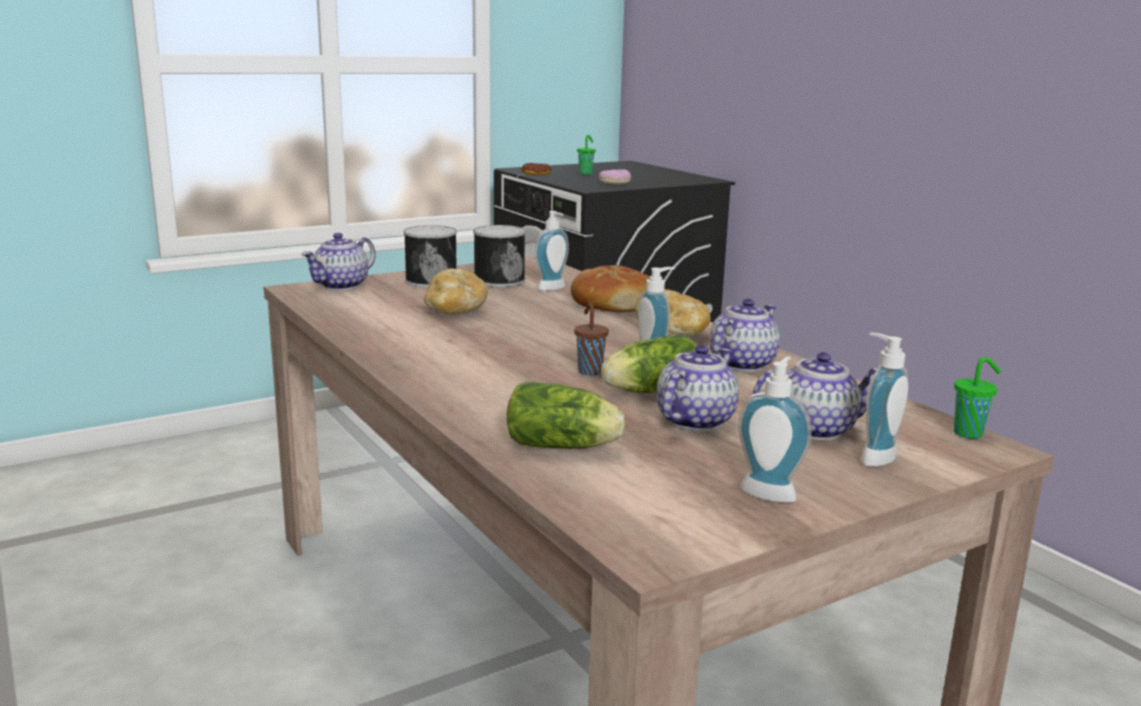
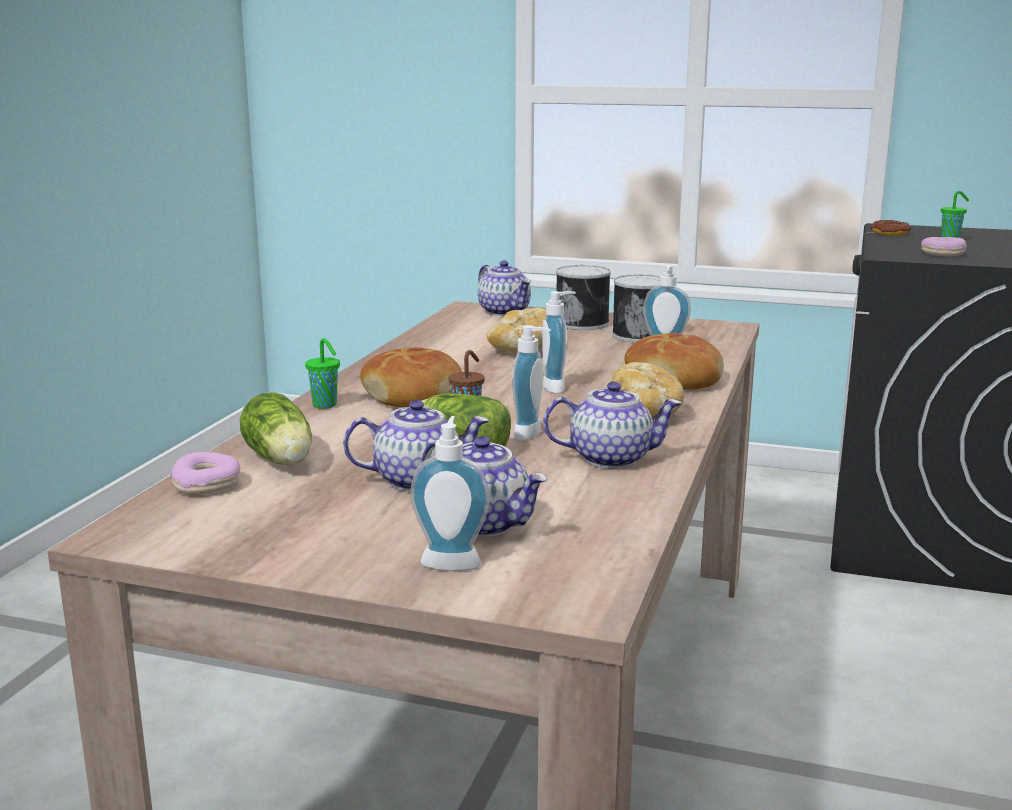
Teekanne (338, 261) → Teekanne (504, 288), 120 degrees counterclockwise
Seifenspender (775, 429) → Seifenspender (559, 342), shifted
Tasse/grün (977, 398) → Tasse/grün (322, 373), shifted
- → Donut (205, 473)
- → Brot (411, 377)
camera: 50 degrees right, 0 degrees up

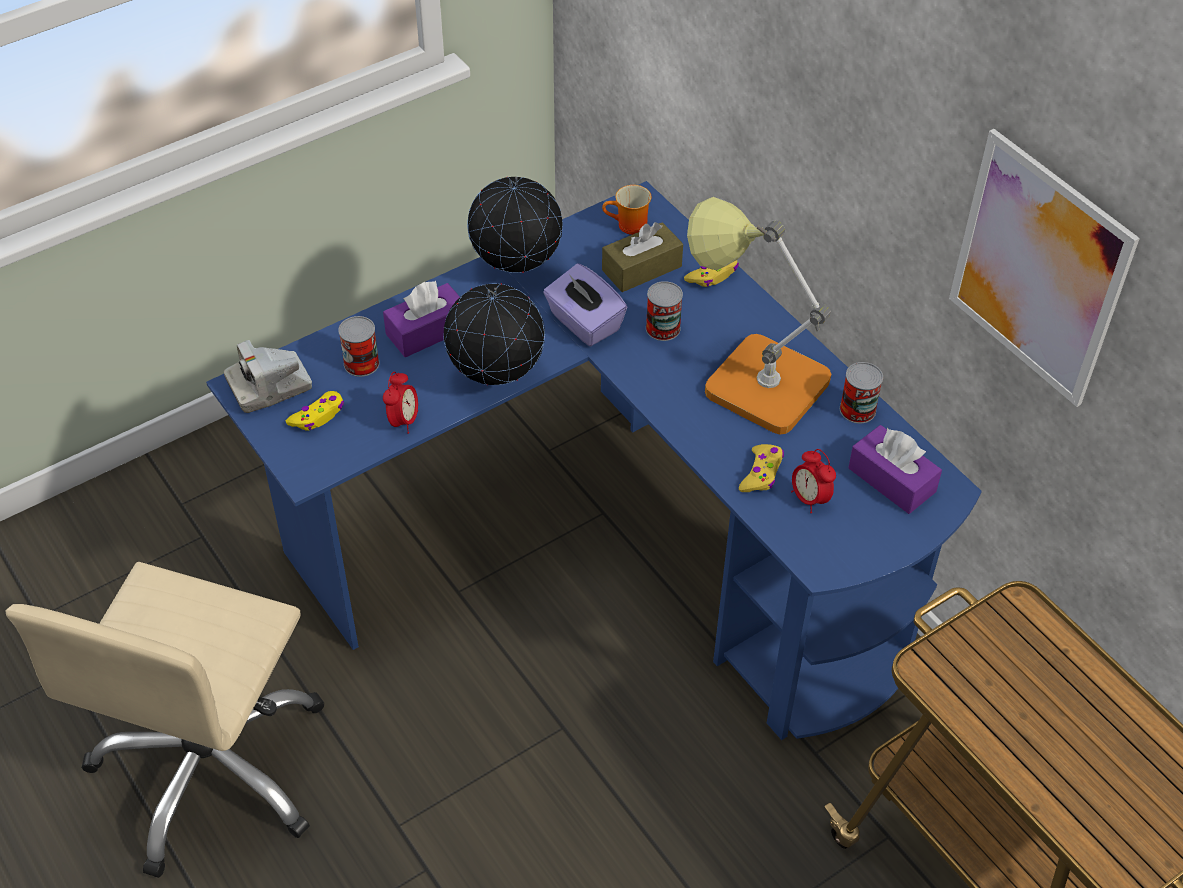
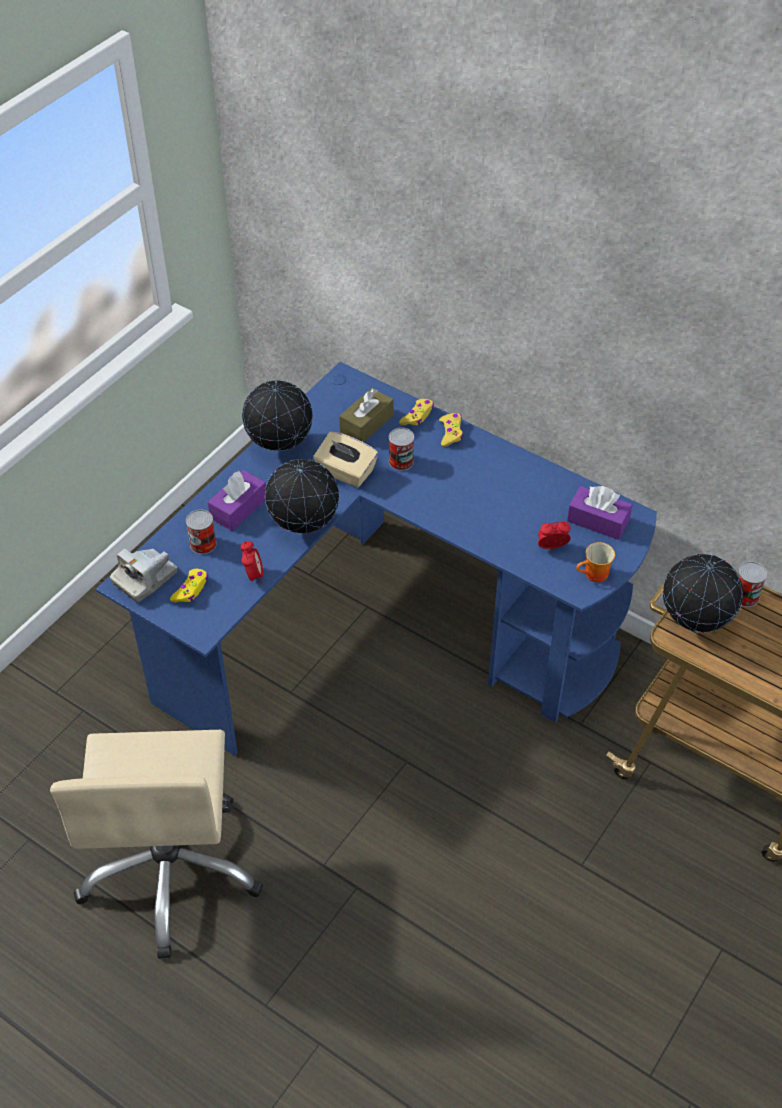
Taschentuchbox/lila (585, 305) → Taschentuchbox/beige (345, 460)
Henkelbecher (626, 210) → Henkelbecher (595, 562), shifted
Tischlampe (759, 315) → -
Gamepad/gelb (761, 468) → Gamepad/gelb (451, 430), shifted
Wecker (813, 481) → Wecker (554, 535), 135 degrees clockwise
Dose (861, 393) → Dose (752, 584), shifted
Bild (1044, 268) → -
- → Globus (703, 593)
camera: 20 degrees left, 0 degrees up

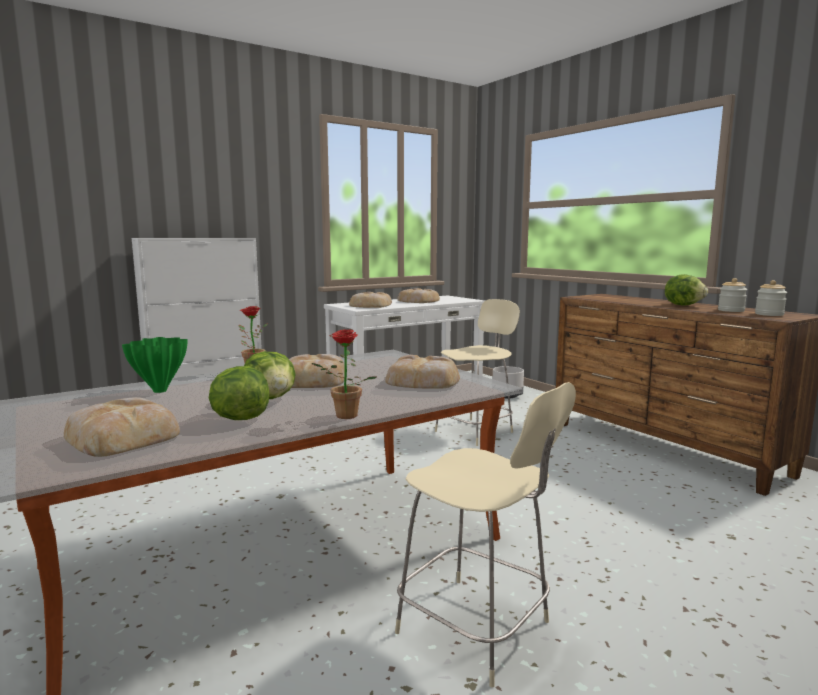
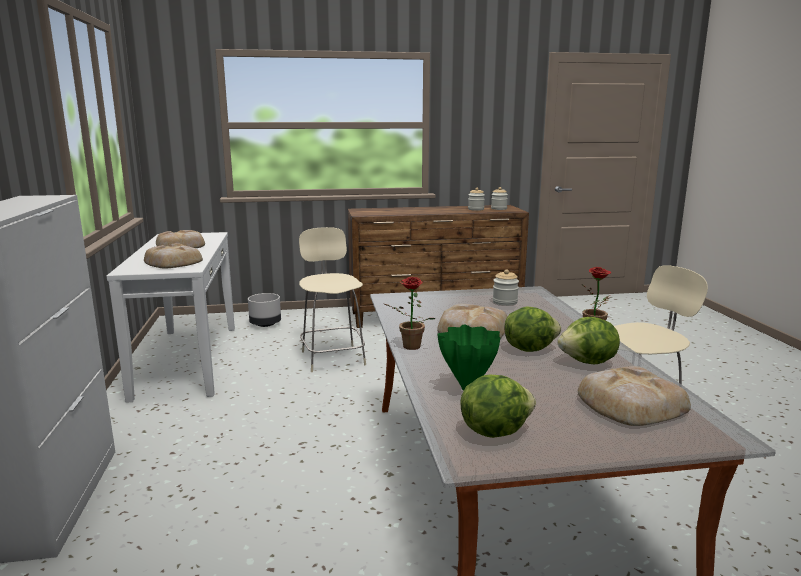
Brot (422, 372) → Vorratsglas (506, 287)
Salatkopf (686, 289) → Salatkopf (498, 406), shifted
camera: 65 degrees left, 5 degrees up

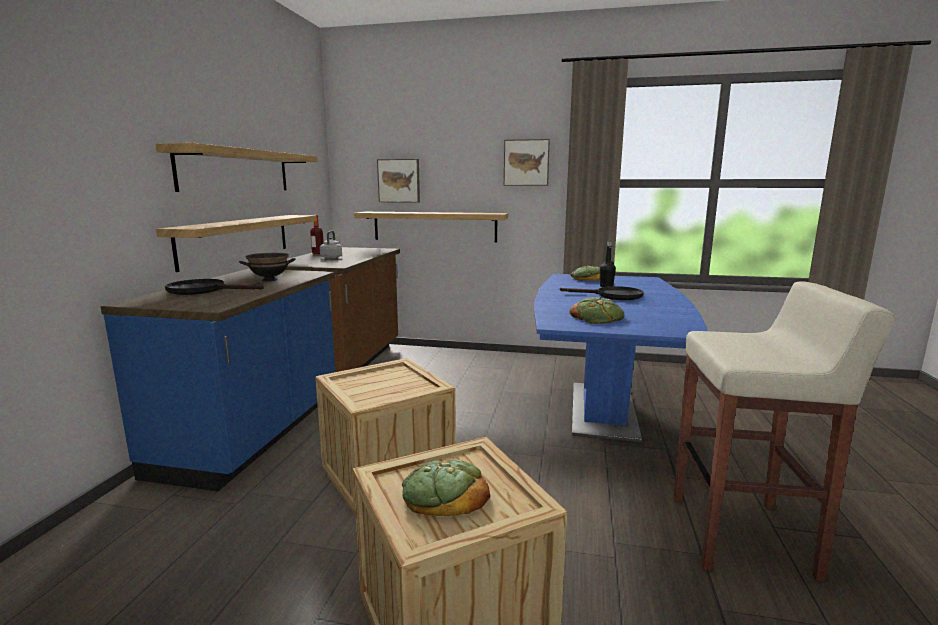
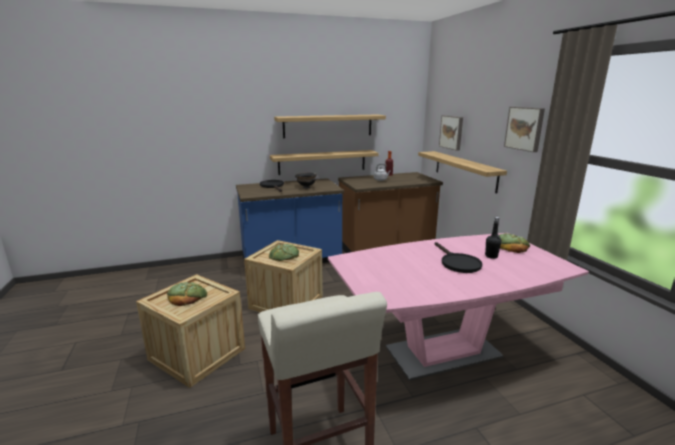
Esstisch/blau (621, 358) → Esstisch/rosa (458, 307)
Brot (596, 310) → Brot (284, 252), shifted
camera: 60 degrees right, 5 degrees up

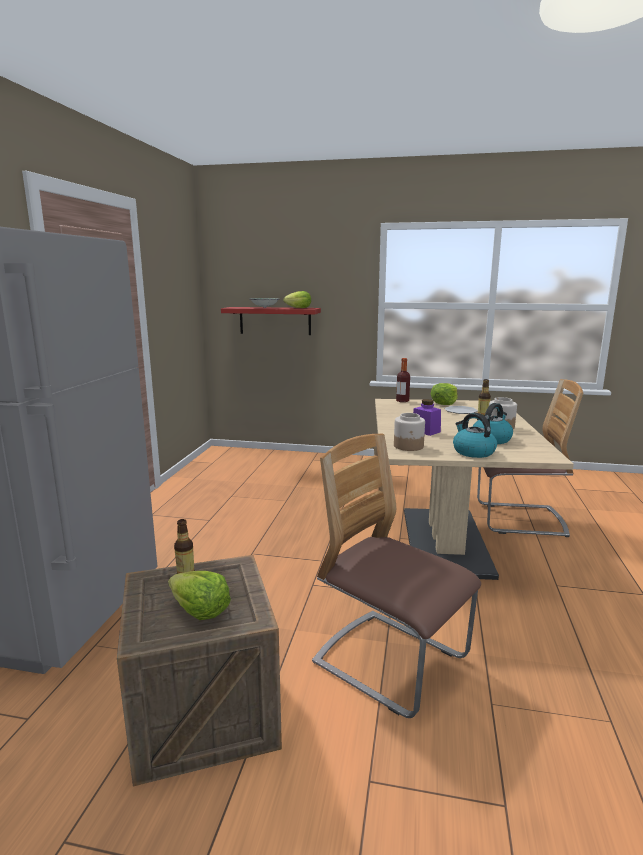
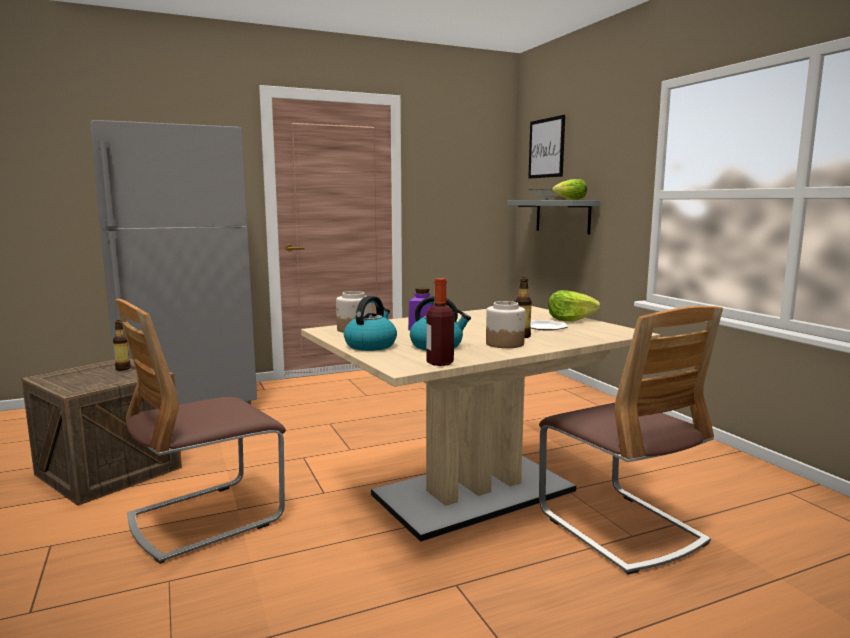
Salatkopf (199, 595) → -
Wandregal/rot (271, 321) → Wandregal/grau (553, 217)
Stuhl (396, 576) → Stuhl (200, 431), 135 degrees counterclockwise
Flasche (403, 380) → Flasche (440, 322), shifted
- → Bild (546, 147)
camera: 55 degrees right, 5 degrees down

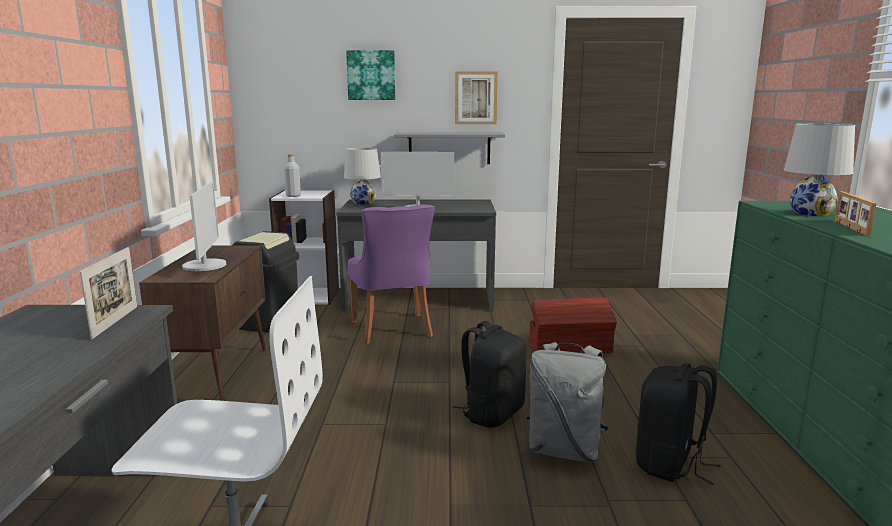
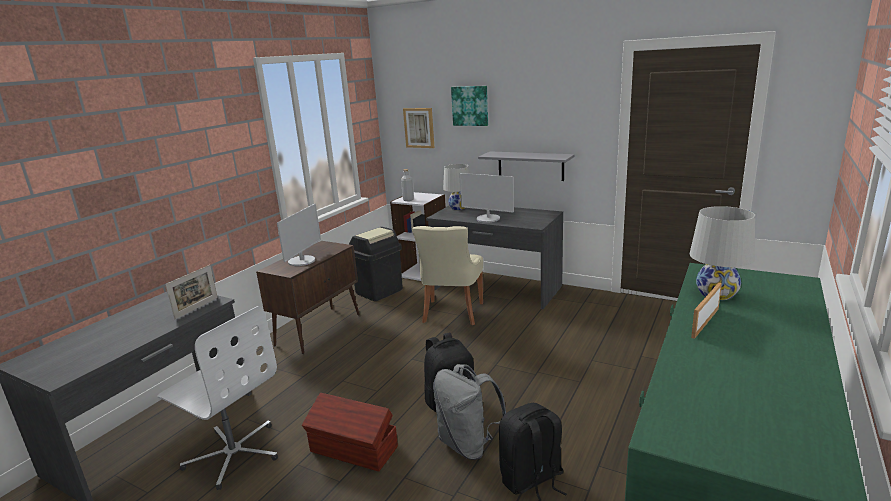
Stuhl/lila (391, 274) → Stuhl/beige (447, 275)
Bild (476, 97) → Bild (419, 128), shifted
Aufbewahrungsbox/braun (573, 325) → Aufbewahrungsbox/braun (350, 432), shifted
camera: 30 degrees right, 5 degrees up

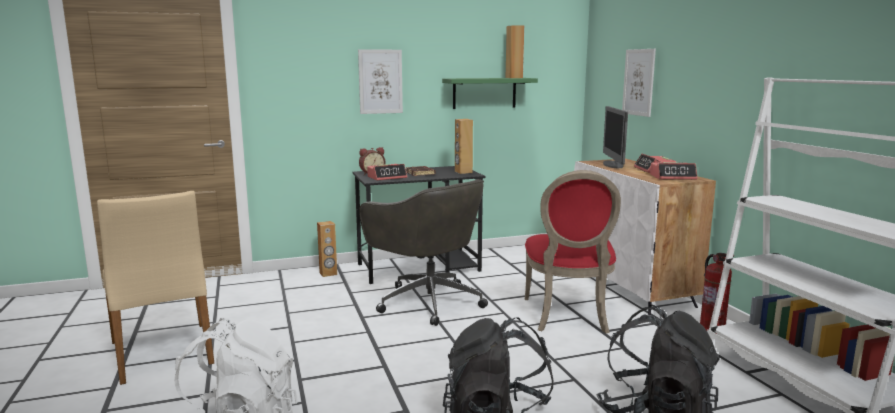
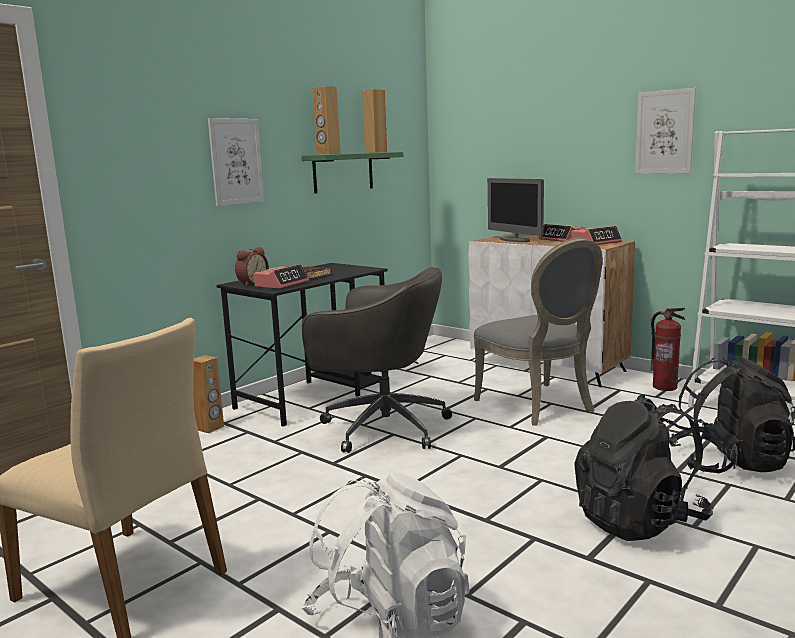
Lautsprecher/braun (464, 146) → Lautsprecher/braun (326, 120), shifted
Stuhl/rot (573, 252) → Stuhl/grau (538, 331)
Bild (639, 83) → Bild (665, 131), shifted
camera: 30 degrees left, 0 degrees up

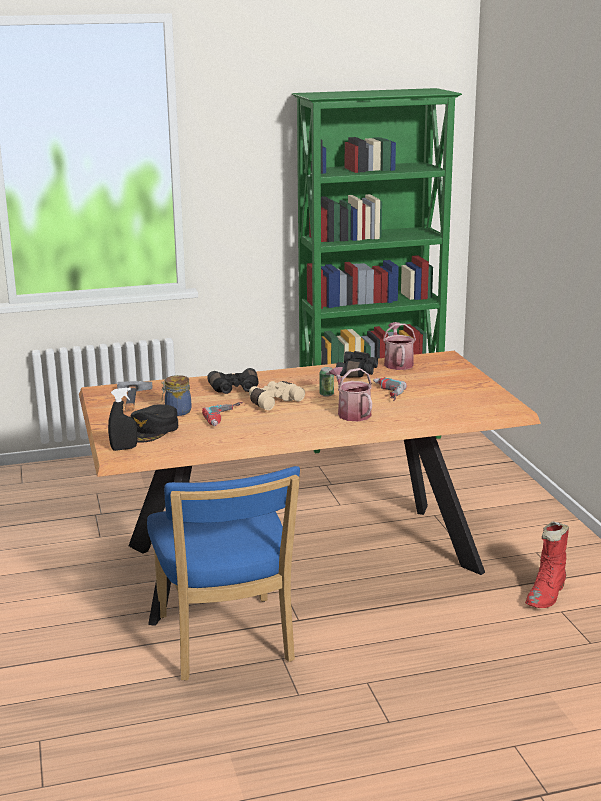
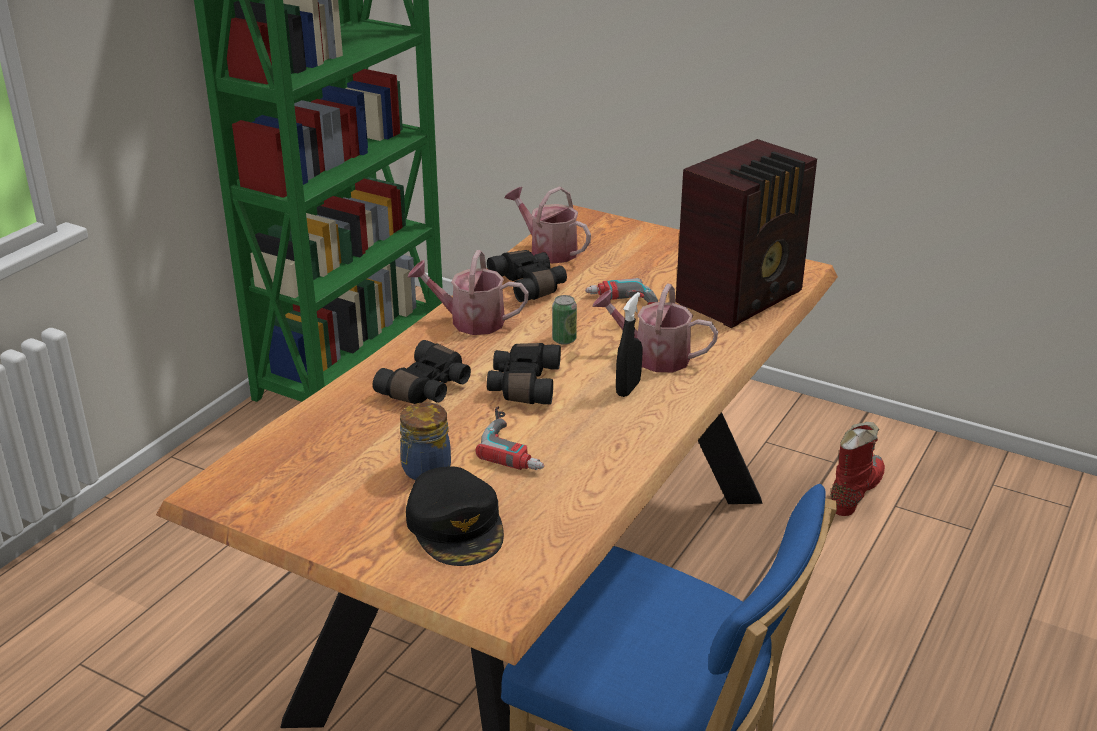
Sprühflasche/schwarz (122, 419) → Sprühflasche/schwarz (629, 344), shifted
Hammer (135, 396) → -
Fernglas/beige (277, 395) → Fernglas/schwarz (524, 373)
Stiefel/rot (547, 564) → Stiefel/rot (857, 469), 135 degrees counterclockwise
- → Gießkanne (468, 292)
- → Radio (746, 233)
camera: 45 degrees left, 10 degrees up

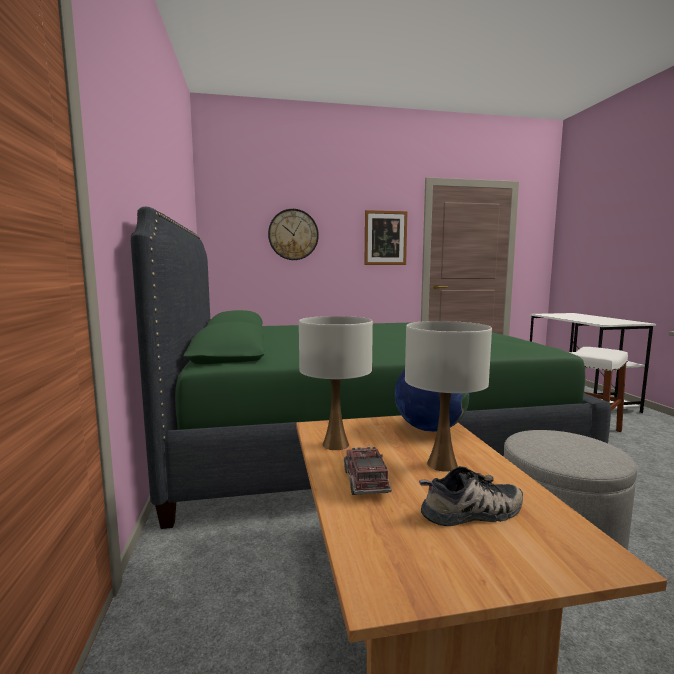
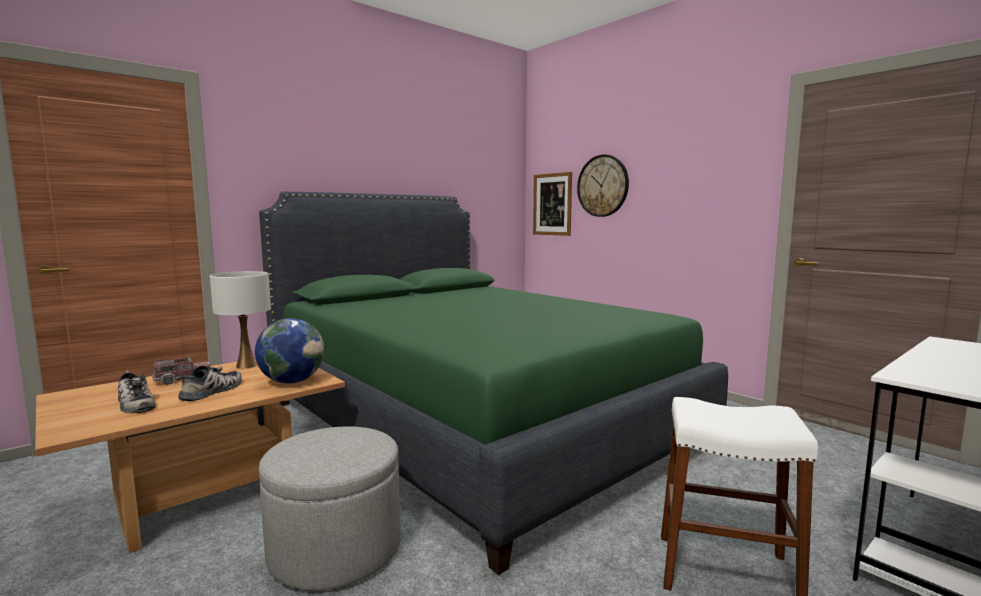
Bild (386, 237) → Bild (552, 204), shifted
Tischlampe/weiß (448, 396) → Schuh (208, 384)
camera: 60 degrees right, 0 degrees up

